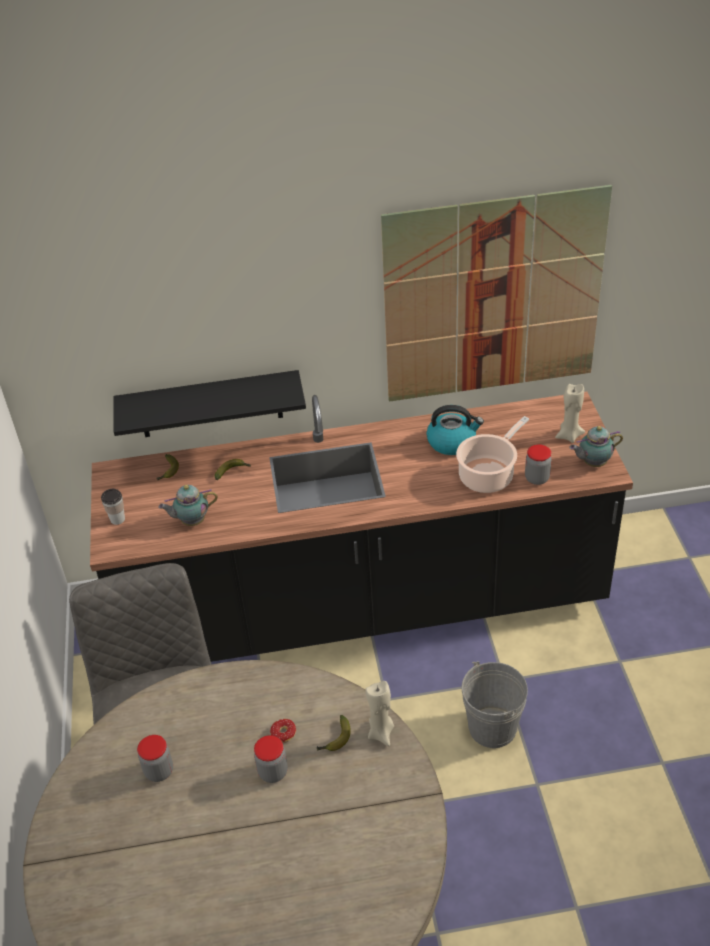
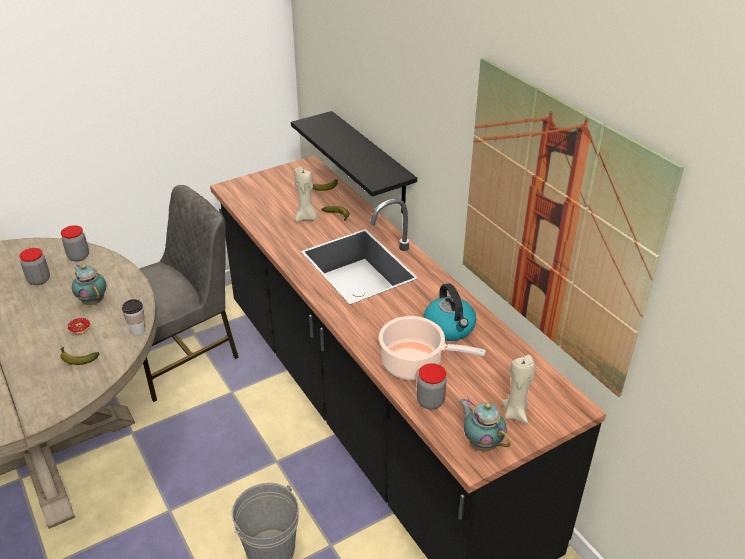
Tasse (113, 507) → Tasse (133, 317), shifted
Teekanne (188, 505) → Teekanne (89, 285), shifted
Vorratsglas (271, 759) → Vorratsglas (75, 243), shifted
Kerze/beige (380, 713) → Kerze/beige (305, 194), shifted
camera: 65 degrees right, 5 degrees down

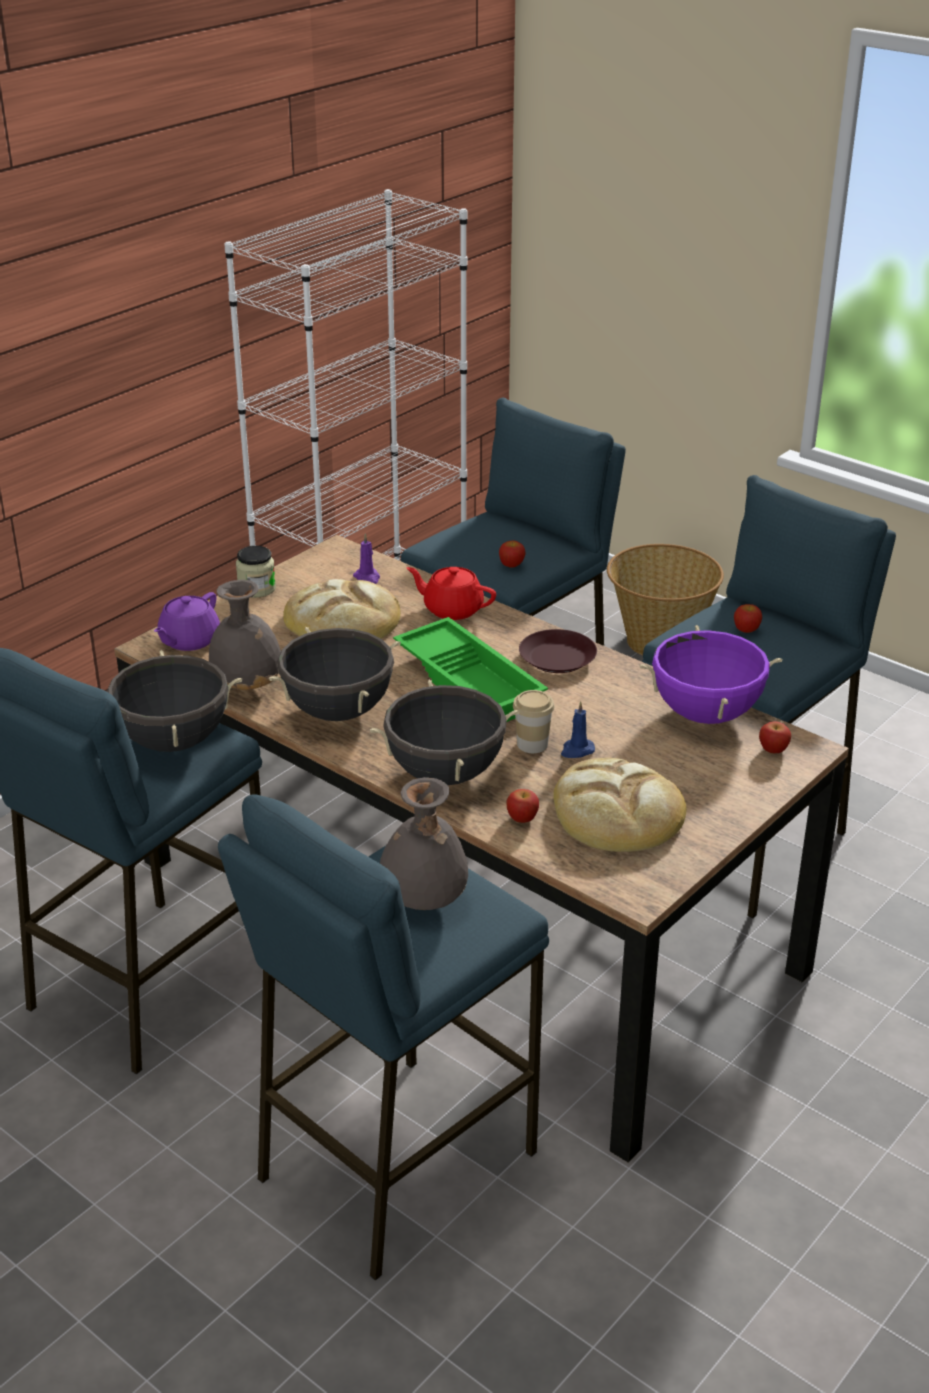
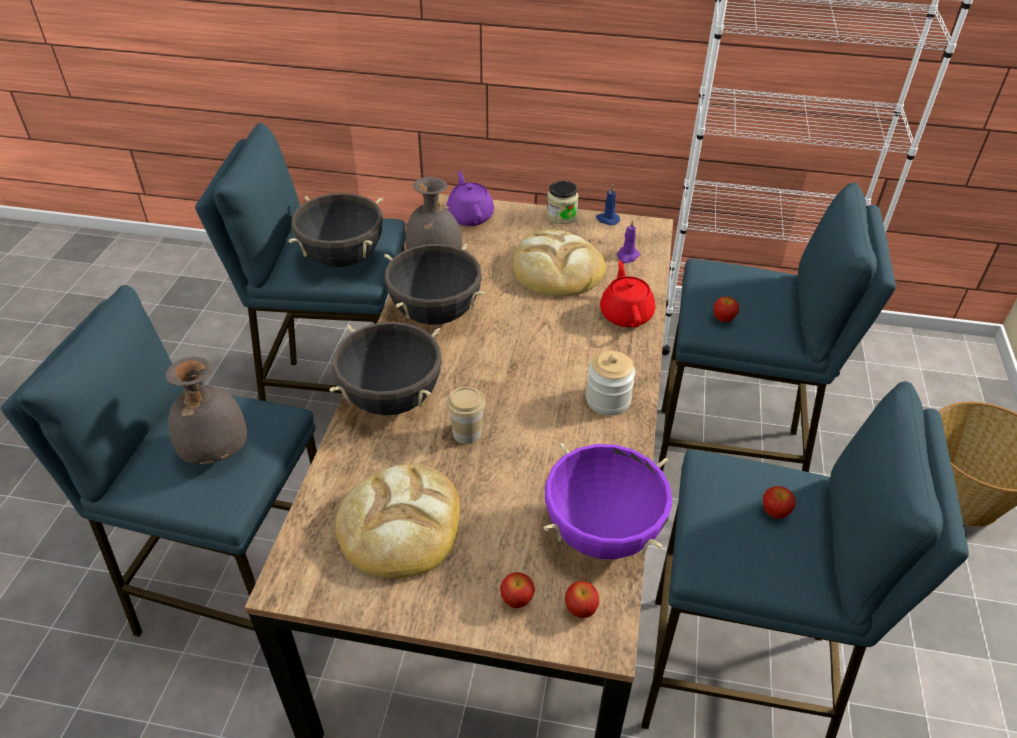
Teekanne/lila (187, 621) → Teekanne/lila (470, 198), 75 degrees clockwise
Tablett/grün (470, 669) → -
Apfel (522, 806) → Apfel (517, 590), shifted
Teller/braun (558, 651) → Vorratsglas (610, 383)
Kerze/blau (578, 729) → Kerze/blau (608, 205), shifted
camera: 60 degrees right, 10 degrees up

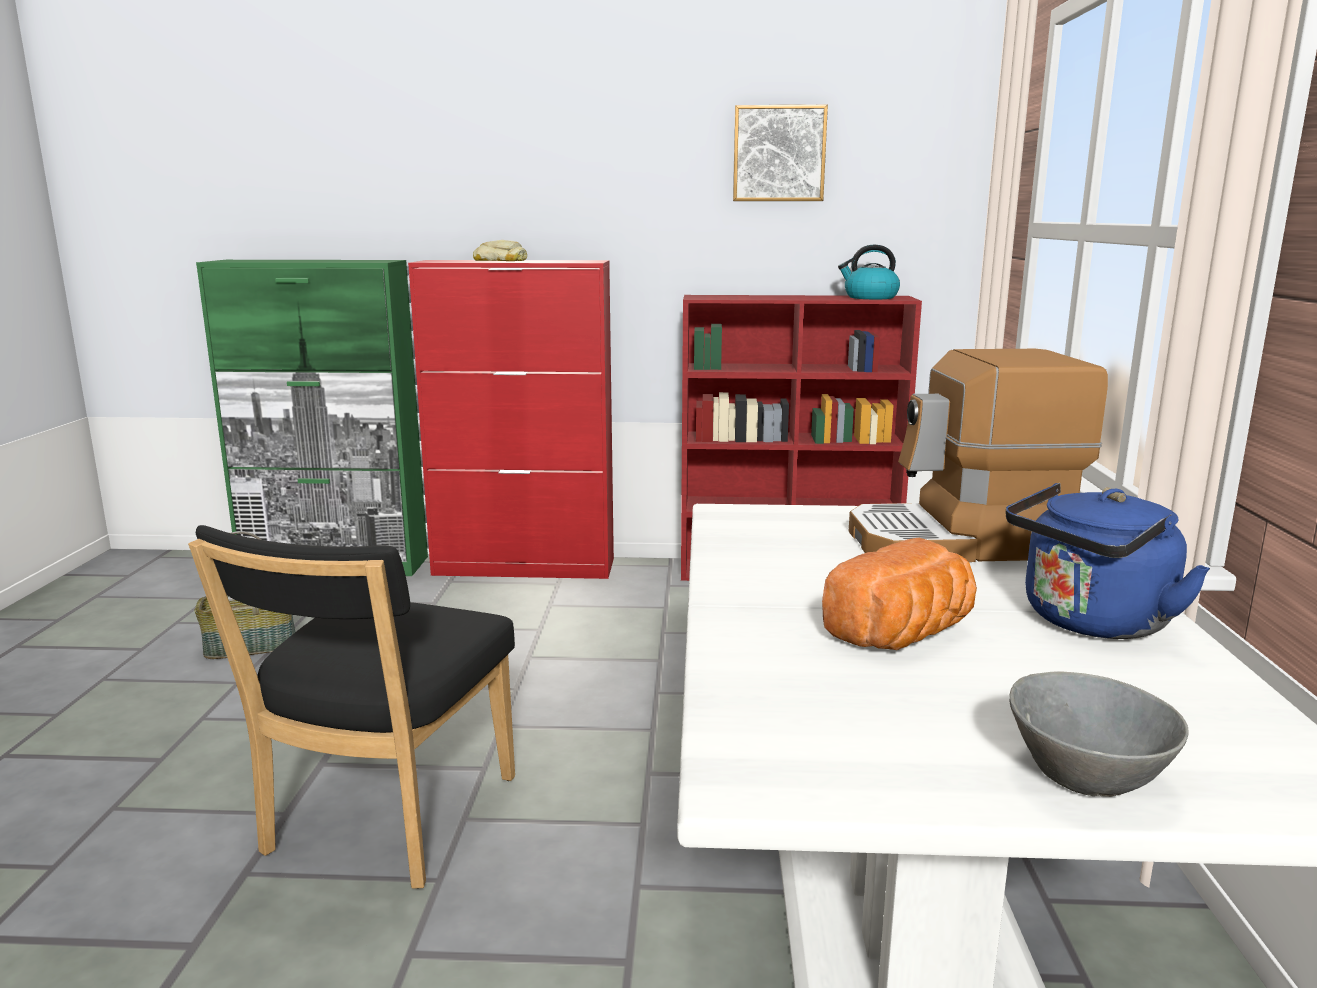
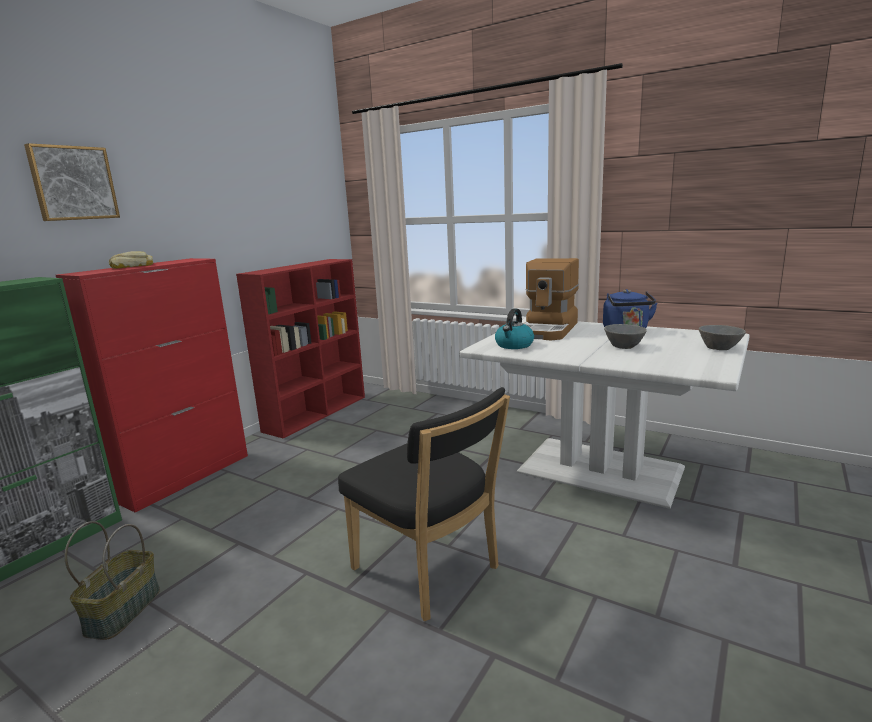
Bild (780, 153) → Bild (72, 182), shifted
Brot (899, 594) → Schüssel/grau (625, 336)
Wasserkessel (869, 272) → Wasserkessel (514, 328), shifted
camera: 60 degrees left, 0 degrees up

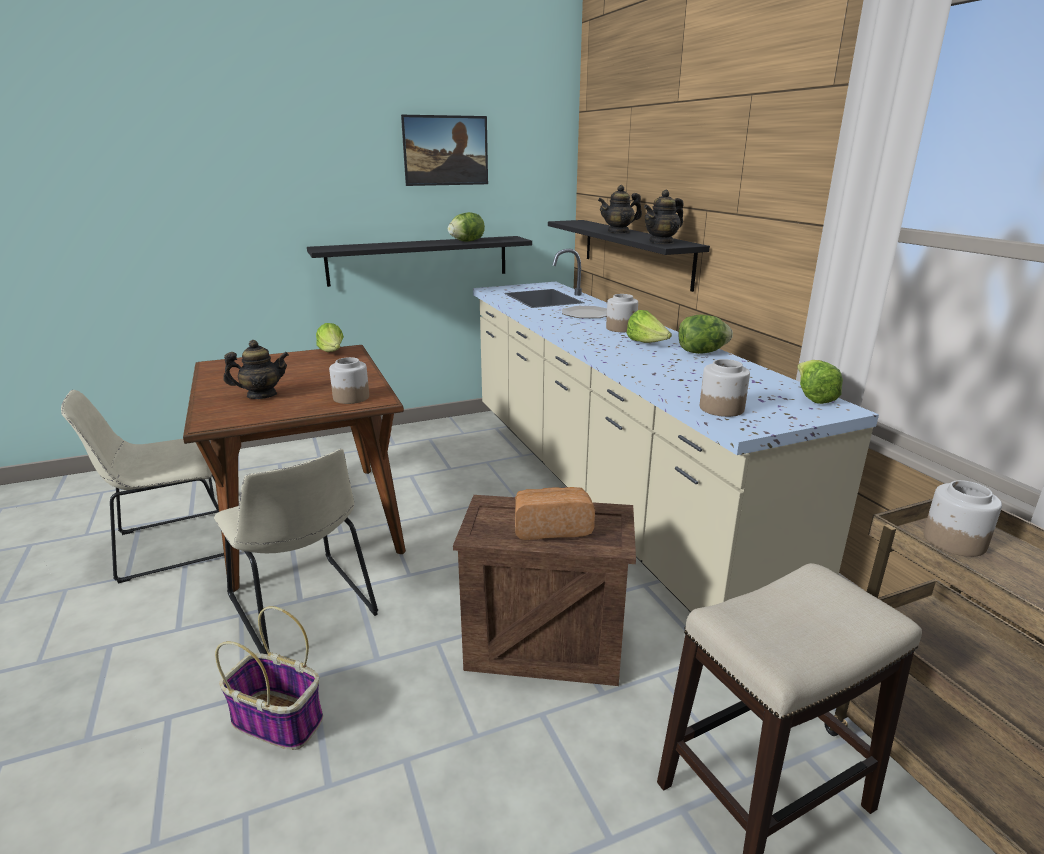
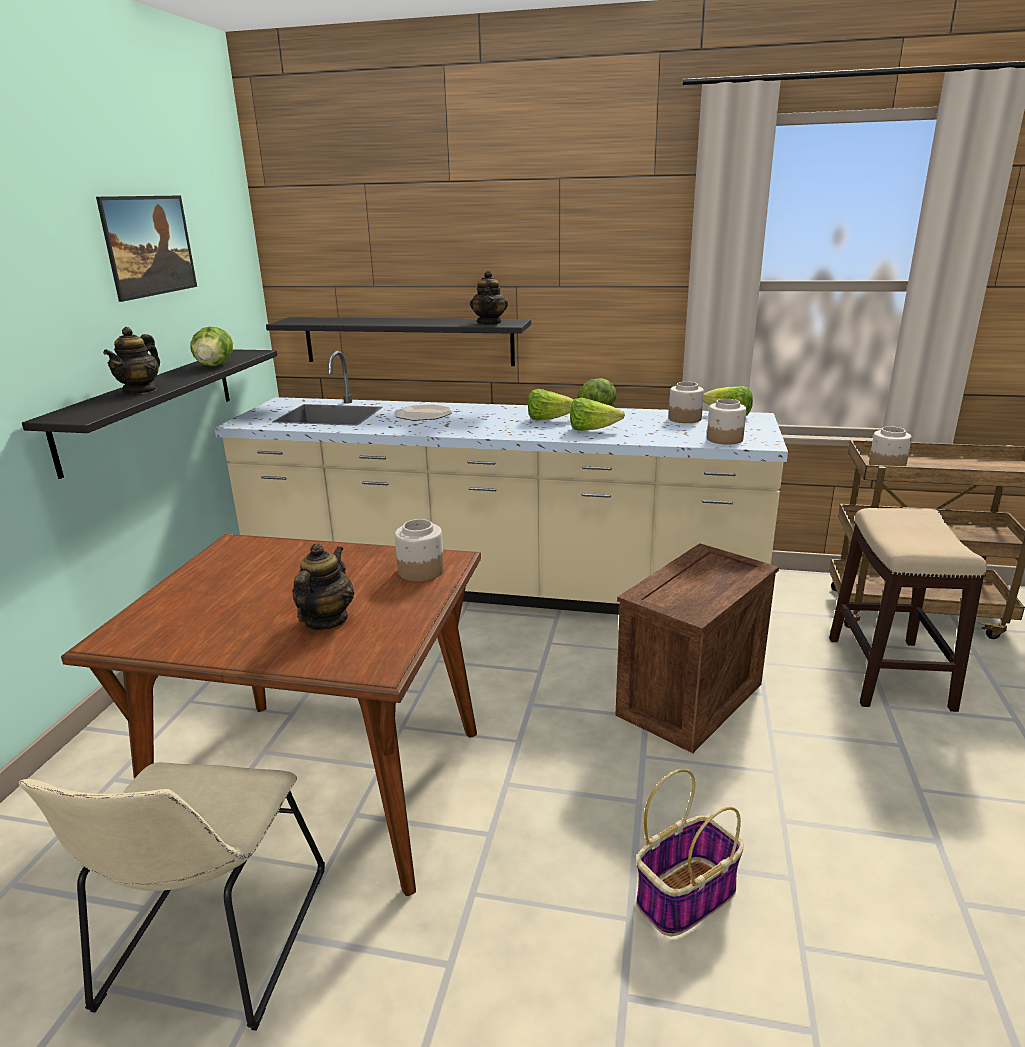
Stuhl/beige (296, 551) → -
Salatkopf (330, 337) → Salatkopf (597, 414), shifted
Brot (555, 513) → -
Teekanne (620, 209) → Teekanne (131, 360), shifted
Vorratsglas (622, 313) → Vorratsglas (686, 402), shifted
camera: 55 degrees left, 0 degrees up

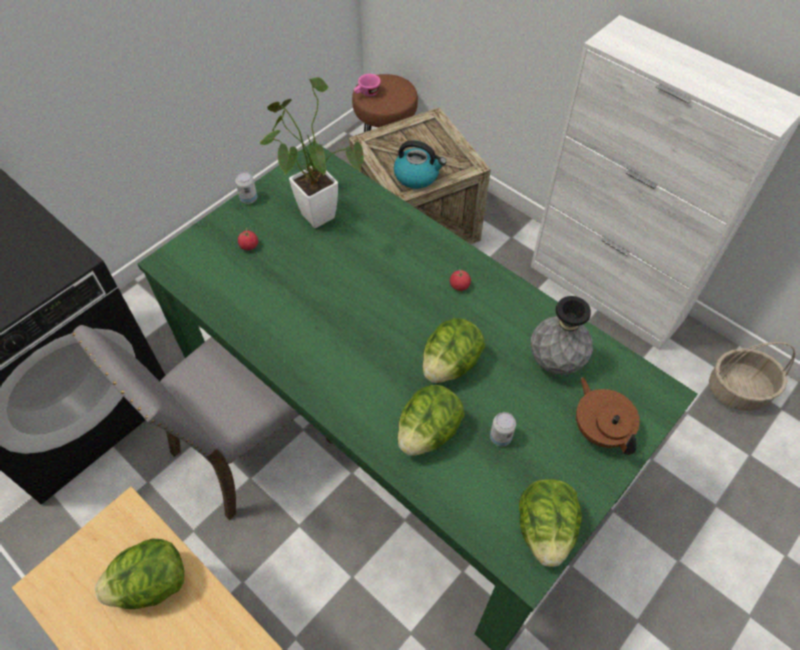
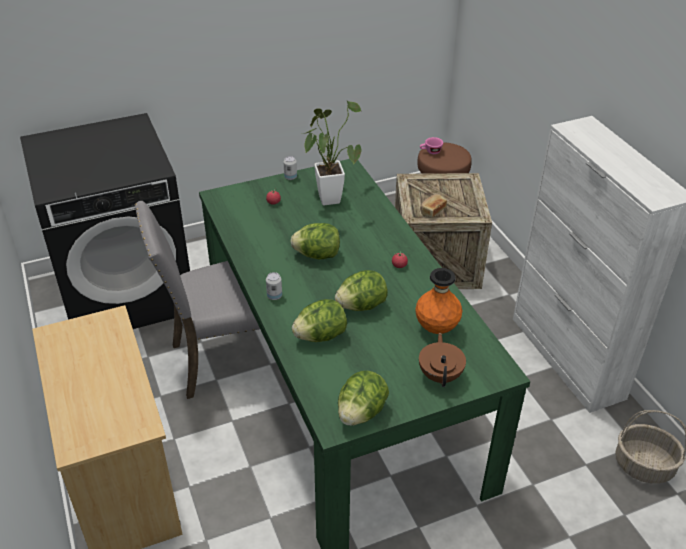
Salatkopf (139, 574) → Salatkopf (315, 241), shifted
Wasserkessel (420, 164) → Brot (433, 206)
Dose (503, 429) → Dose (274, 286), shifted
Vase/grau (562, 335) → Vase/orange (438, 301)
camera: 25 degrees right, 15 degrees down

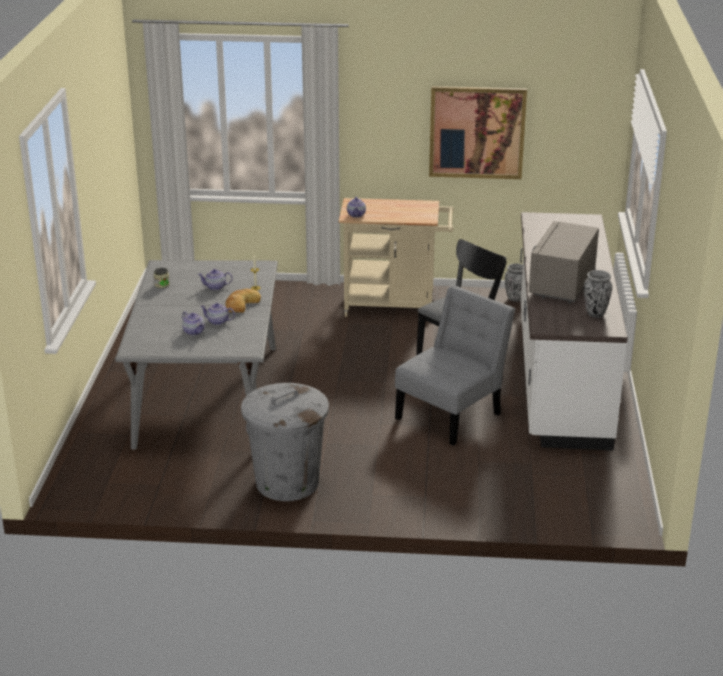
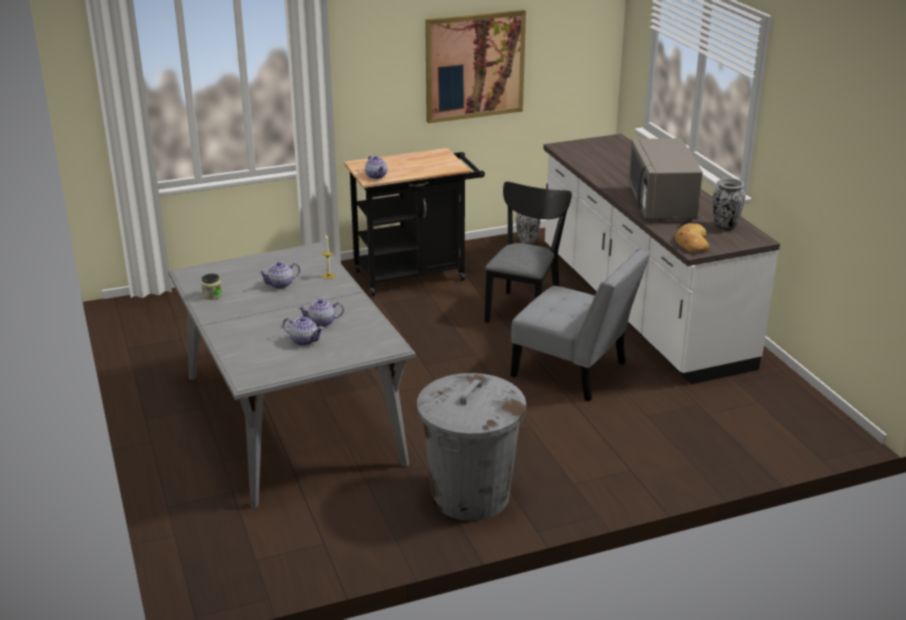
Brot (243, 300) → Brot (692, 238), shifted
Rollwagen/beige (396, 257) → Rollwagen/schwarz (414, 222)
Stuhl/grau (455, 365) → Stuhl/grau (580, 325), 105 degrees clockwise
camera: 25 degrees left, 0 degrees up

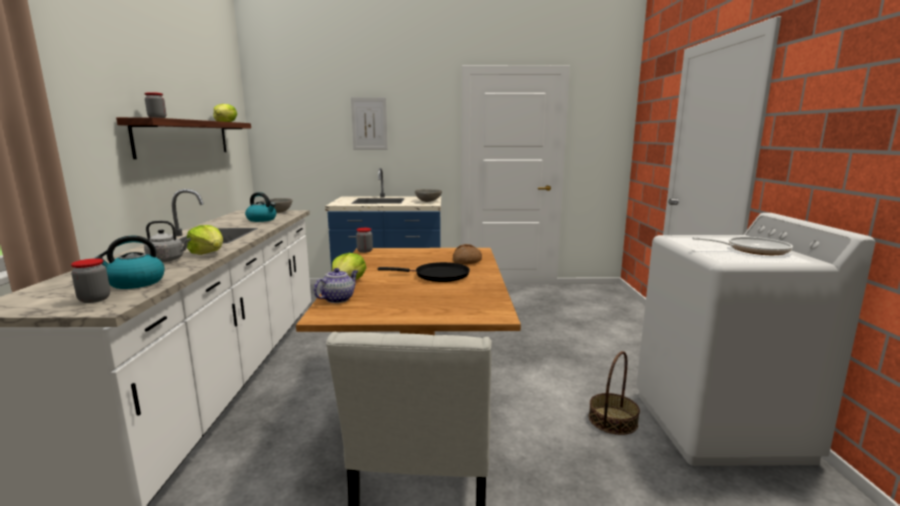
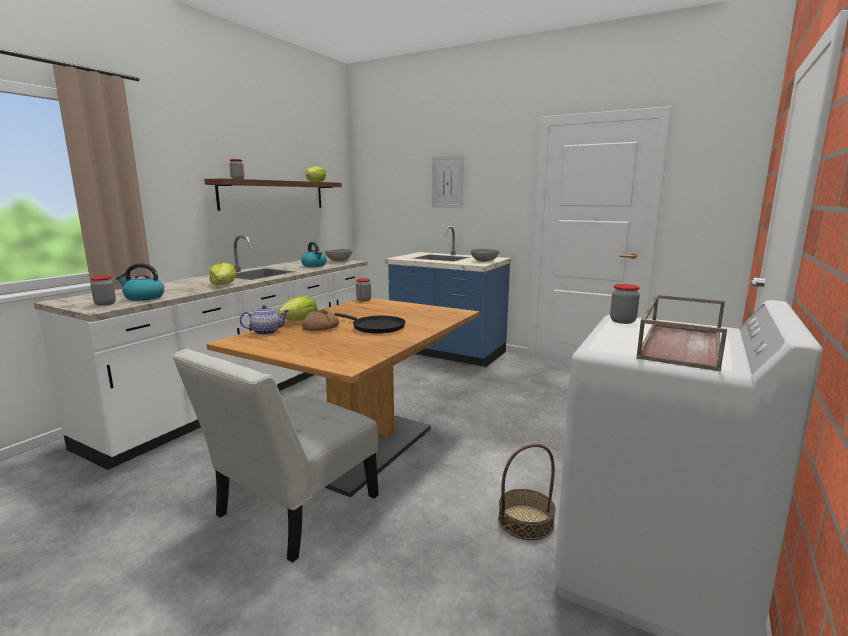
Wasserkessel/grau (167, 241) → -
Brot (467, 254) → Brot (320, 320), shifted
Pfanne (742, 246) → Tablett/braun (681, 333)
- → Vorratsglas (625, 304)
camera: 30 degrees right, 0 degrees up

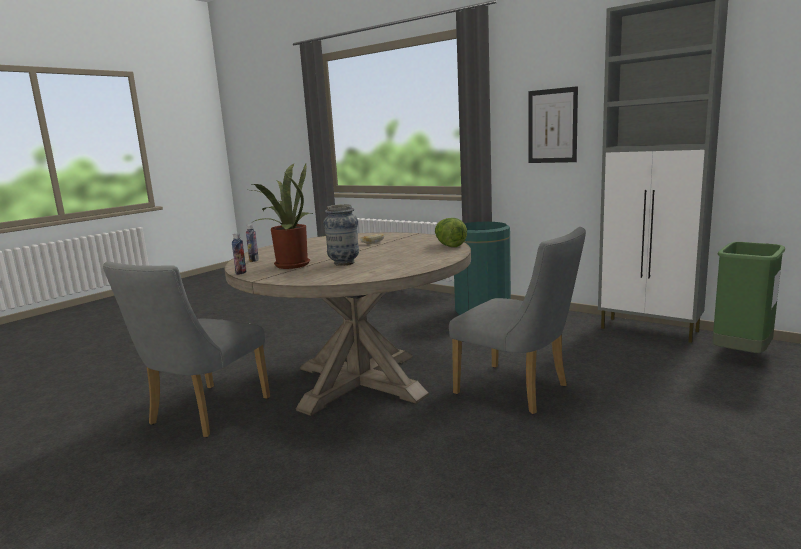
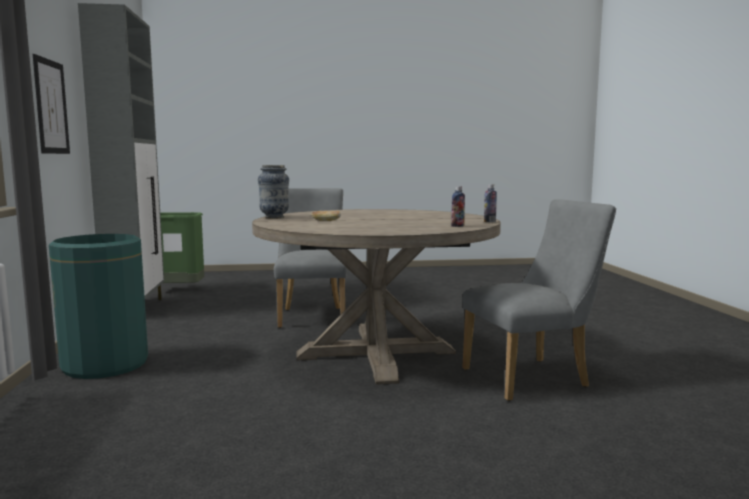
Topfpflanze (282, 216) → -
Vase (341, 235) → Vase (273, 191), shifted
Salatkopf (451, 232) → -
camera: 135 degrees left, 5 degrees down

